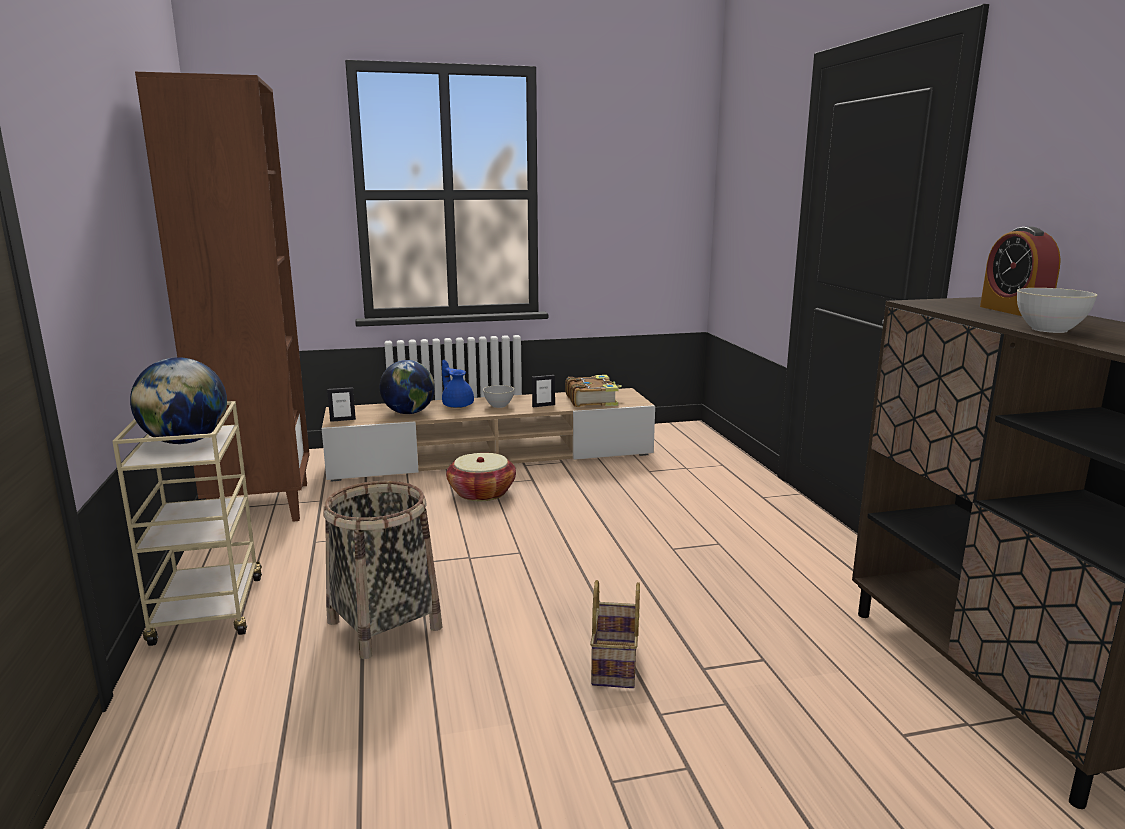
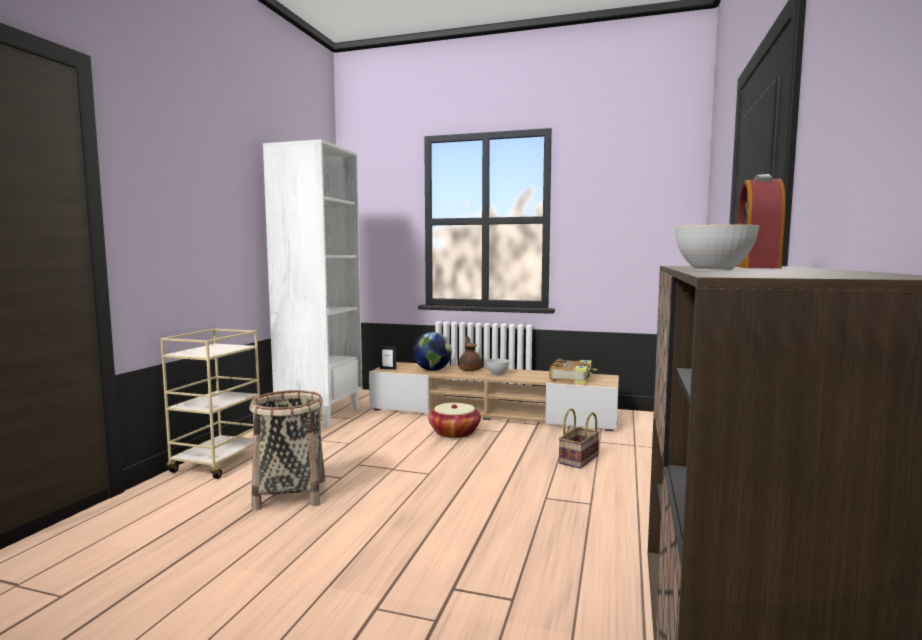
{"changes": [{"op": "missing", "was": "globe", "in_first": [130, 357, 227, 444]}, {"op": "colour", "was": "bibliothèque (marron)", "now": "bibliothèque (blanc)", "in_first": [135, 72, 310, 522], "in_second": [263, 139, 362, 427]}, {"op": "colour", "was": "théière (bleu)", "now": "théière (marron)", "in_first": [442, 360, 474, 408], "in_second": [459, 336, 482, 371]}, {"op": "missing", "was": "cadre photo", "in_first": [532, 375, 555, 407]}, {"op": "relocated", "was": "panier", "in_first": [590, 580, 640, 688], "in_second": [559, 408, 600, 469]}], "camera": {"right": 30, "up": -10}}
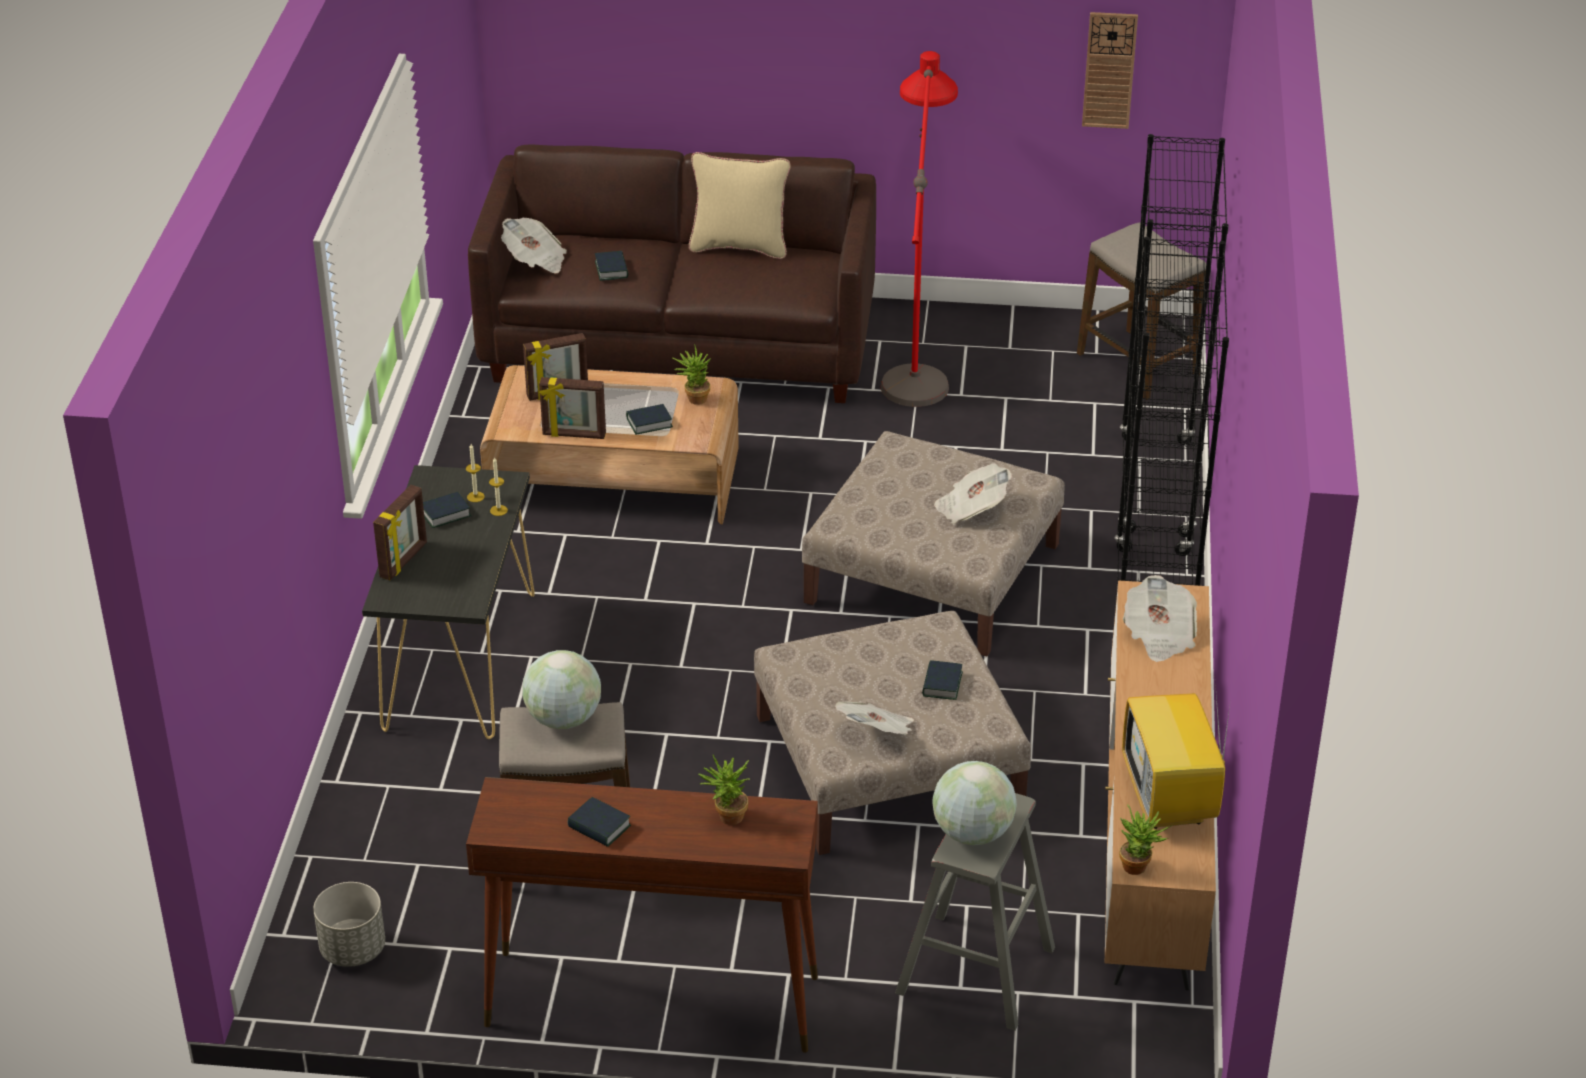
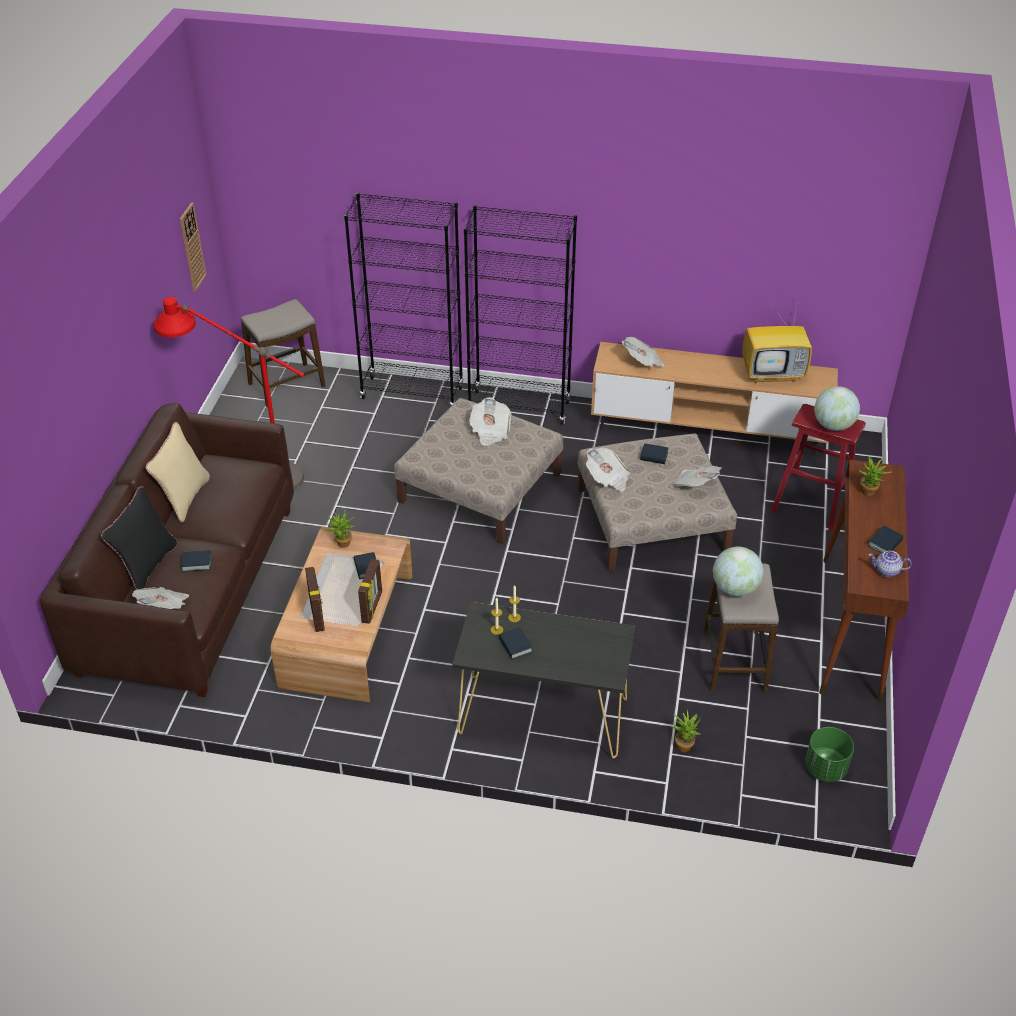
{"changes": [{"op": "colour", "was": "cache-pot (gris)", "now": "cache-pot (vert)", "in_first": [313, 882, 385, 967], "in_second": [805, 727, 854, 782]}, {"op": "missing", "was": "cadre photo", "in_first": [373, 485, 427, 580]}, {"op": "colour", "was": "tabouret (gris)", "now": "tabouret (rouge)", "in_first": [895, 793, 1055, 1031], "in_second": [771, 404, 866, 532]}, {"op": "relocated", "was": "plante en pot", "in_first": [1119, 804, 1173, 875], "in_second": [671, 710, 701, 752]}, {"op": "appeared", "now": "coussin (noir)", "in_second": [101, 486, 177, 589]}, {"op": "appeared", "now": "journal", "in_second": [586, 448, 630, 492]}, {"op": "appeared", "now": "théière", "in_second": [868, 551, 912, 577]}], "camera": {"right": -85, "up": 5}}
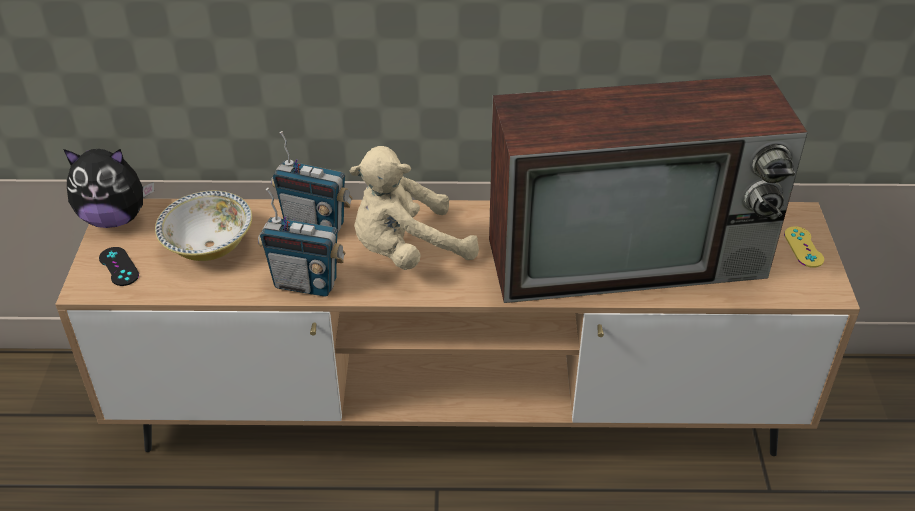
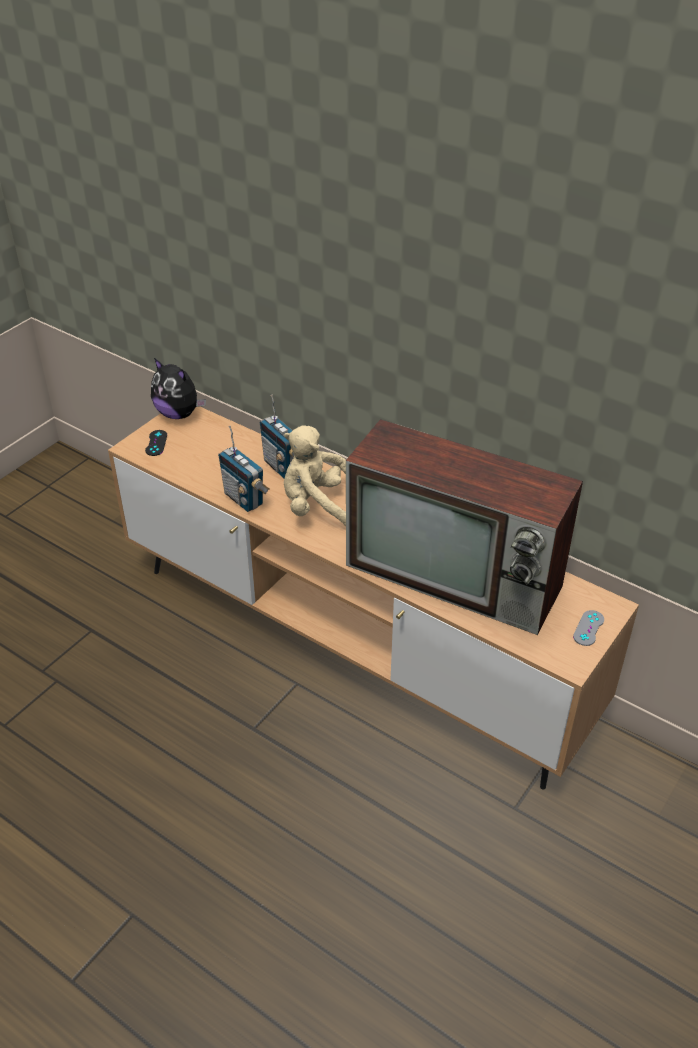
{"changes": [{"op": "missing", "was": "bol", "in_first": [155, 191, 252, 261]}, {"op": "colour", "was": "manette (jaune)", "now": "manette (gris)", "in_first": [784, 226, 824, 268], "in_second": [573, 610, 604, 646]}], "camera": {"right": 35, "up": 0}}
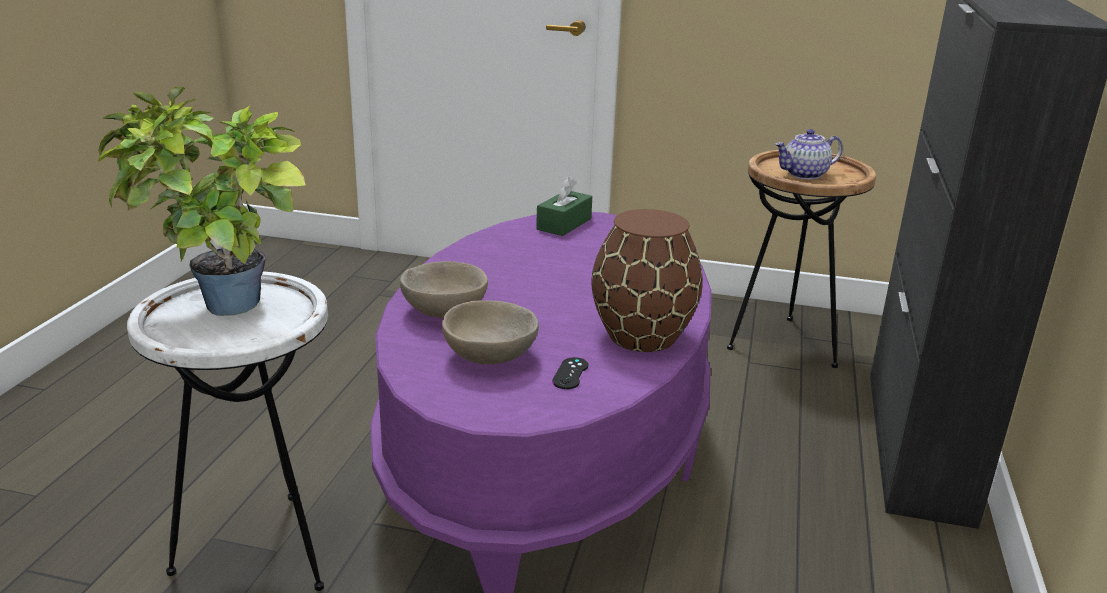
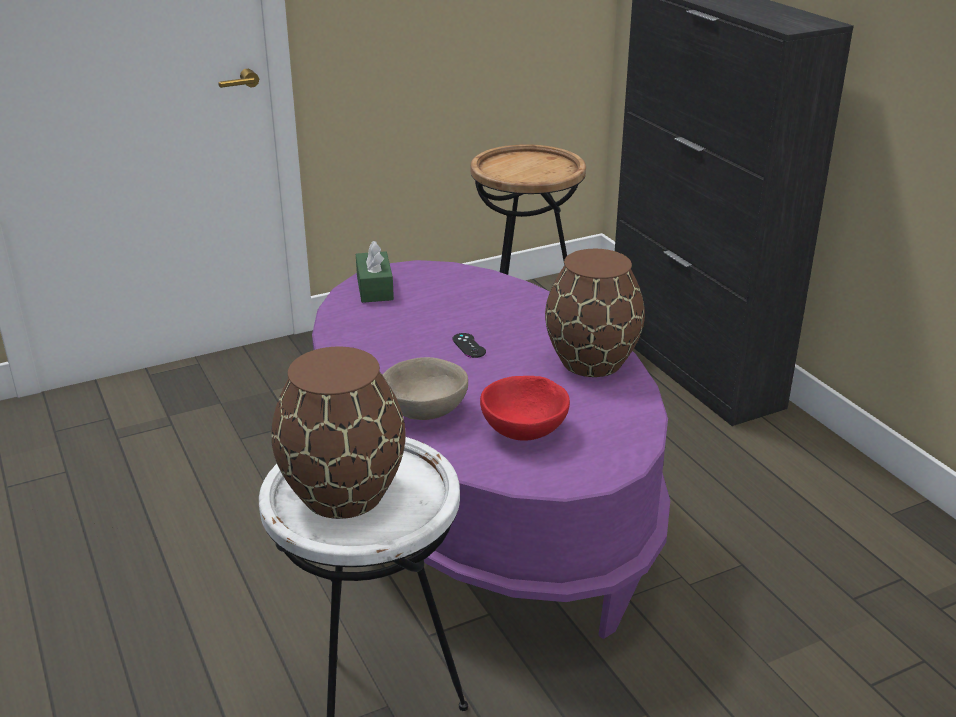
{"changes": [{"op": "exchanged", "was": "plante en pot", "now": "vase (marron)", "in_first": [98, 87, 306, 316], "in_second": [271, 347, 406, 519]}, {"op": "colour", "was": "bol (beige)", "now": "bol (rouge)", "in_first": [442, 300, 539, 364], "in_second": [480, 376, 570, 441]}, {"op": "relocated", "was": "manette (noir)", "in_first": [552, 357, 588, 389], "in_second": [452, 333, 486, 358]}, {"op": "missing", "was": "théière", "in_first": [775, 129, 843, 180]}], "camera": {"right": -40, "up": 5}}
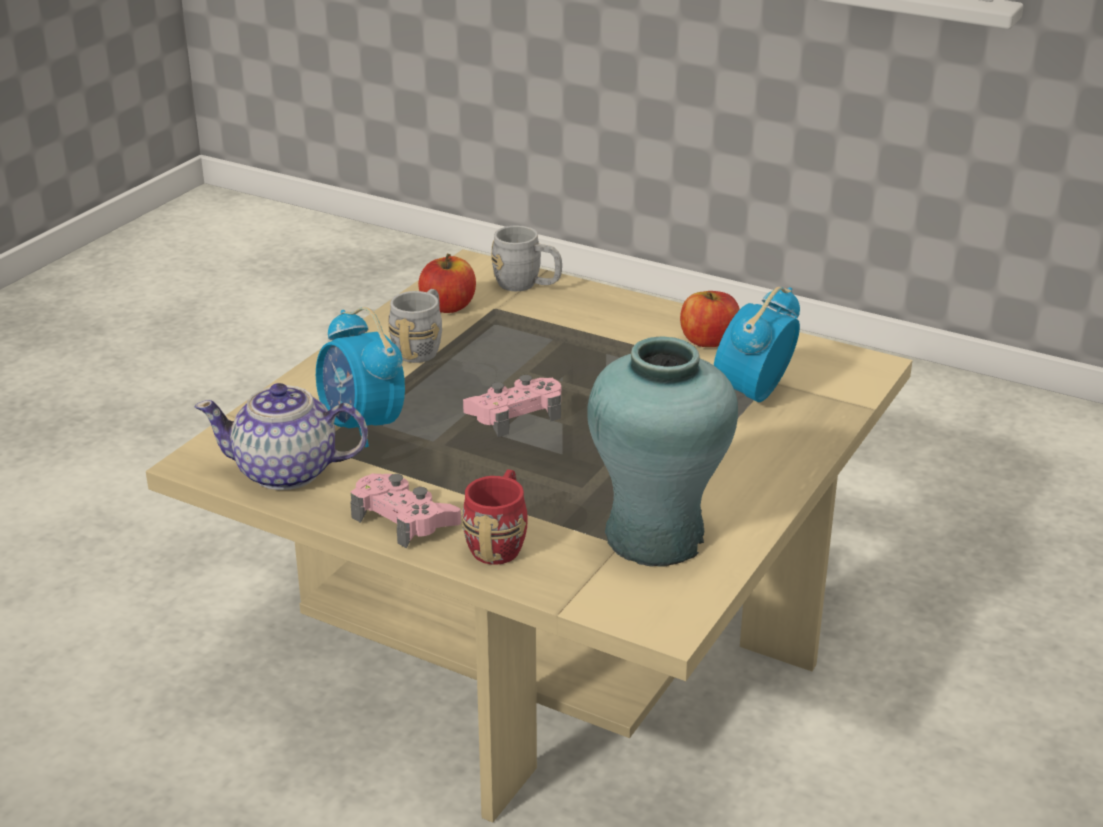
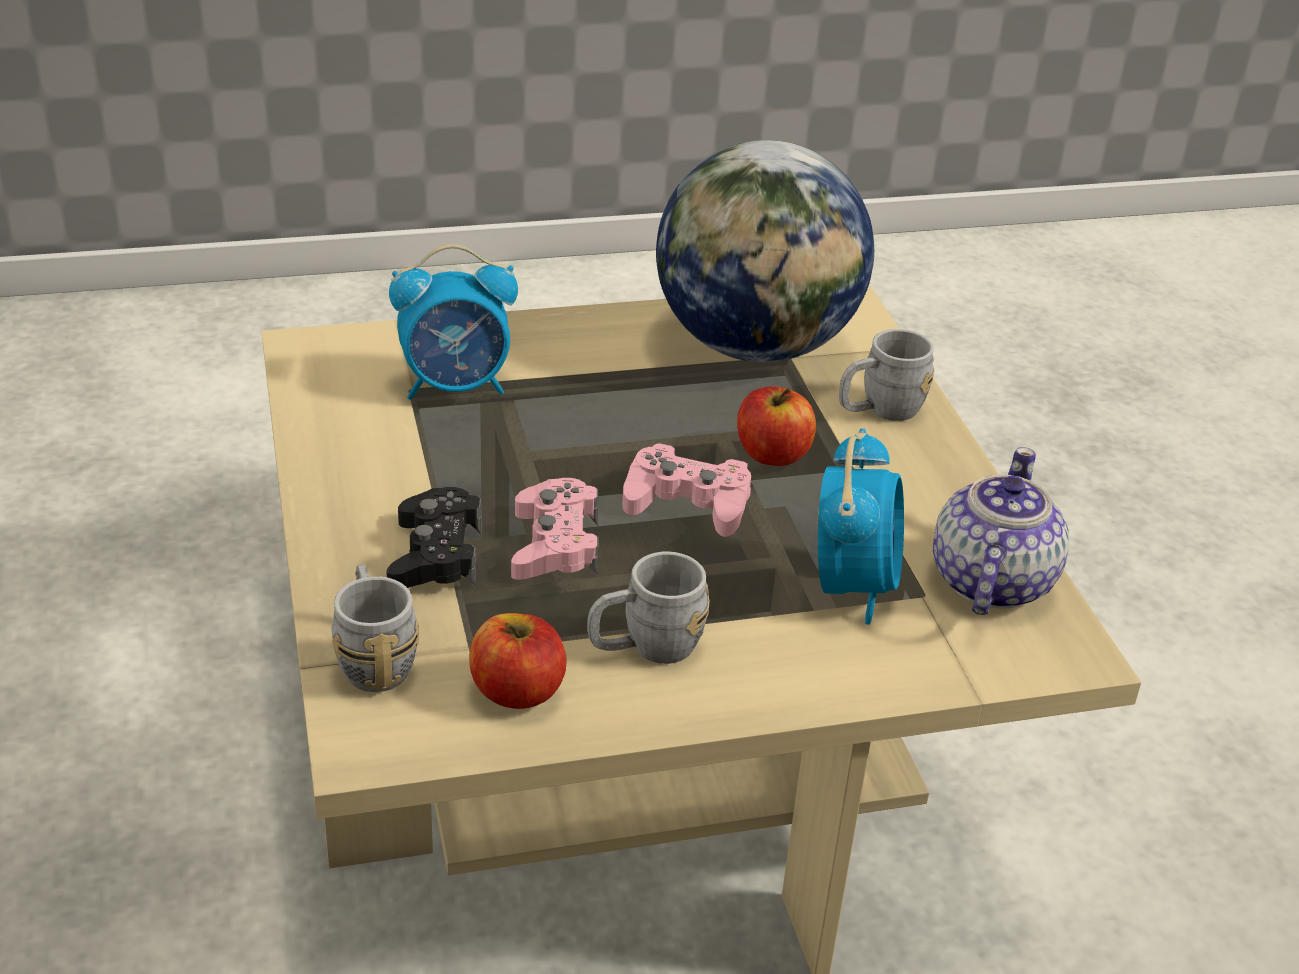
{"changes": [{"op": "spun", "was": "théière", "in_first": [195, 383, 368, 490], "in_second": [933, 447, 1069, 615], "clockwise": -120}, {"op": "relocated", "was": "manette (rose)", "in_first": [351, 473, 461, 548], "in_second": [511, 478, 599, 580]}, {"op": "colour", "was": "mug (rouge)", "now": "mug (gris)", "in_first": [462, 469, 527, 565], "in_second": [839, 329, 934, 421]}, {"op": "exchanged", "was": "vase (turquoise)", "now": "globe", "in_first": [587, 337, 738, 567], "in_second": [656, 140, 874, 362]}, {"op": "relocated", "was": "pomme", "in_first": [680, 291, 740, 347], "in_second": [737, 387, 816, 466]}, {"op": "appeared", "now": "manette (noir)", "in_second": [387, 487, 482, 588]}], "camera": {"right": -135, "up": 5}}
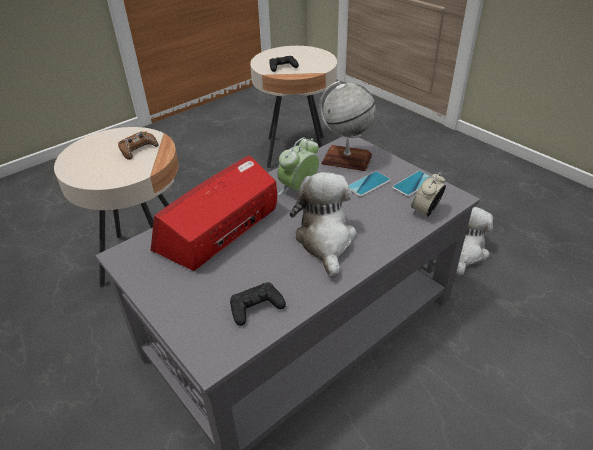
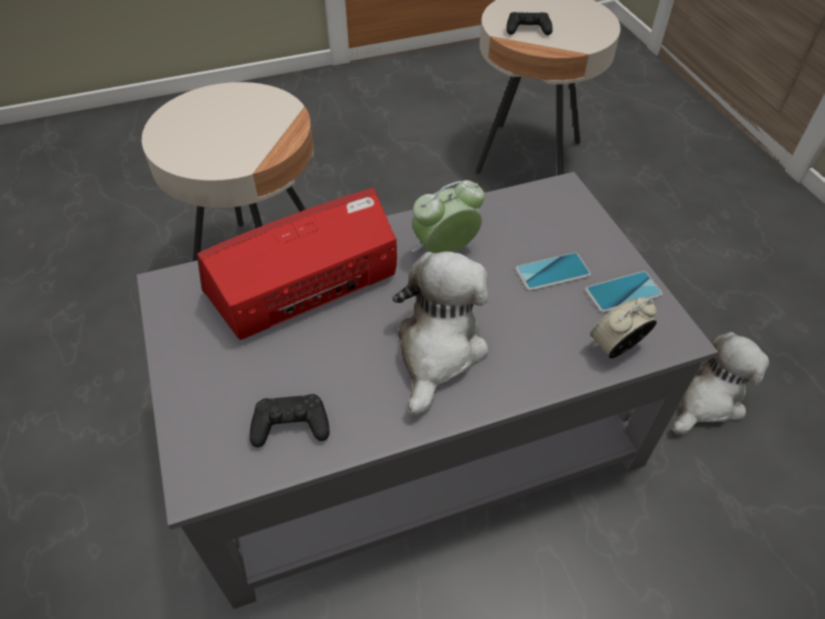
{"changes": [{"op": "missing", "was": "manette (marron)", "in_first": [118, 131, 158, 160]}, {"op": "missing", "was": "globe", "in_first": [319, 81, 376, 171]}], "camera": {"right": 20, "up": 10}}
